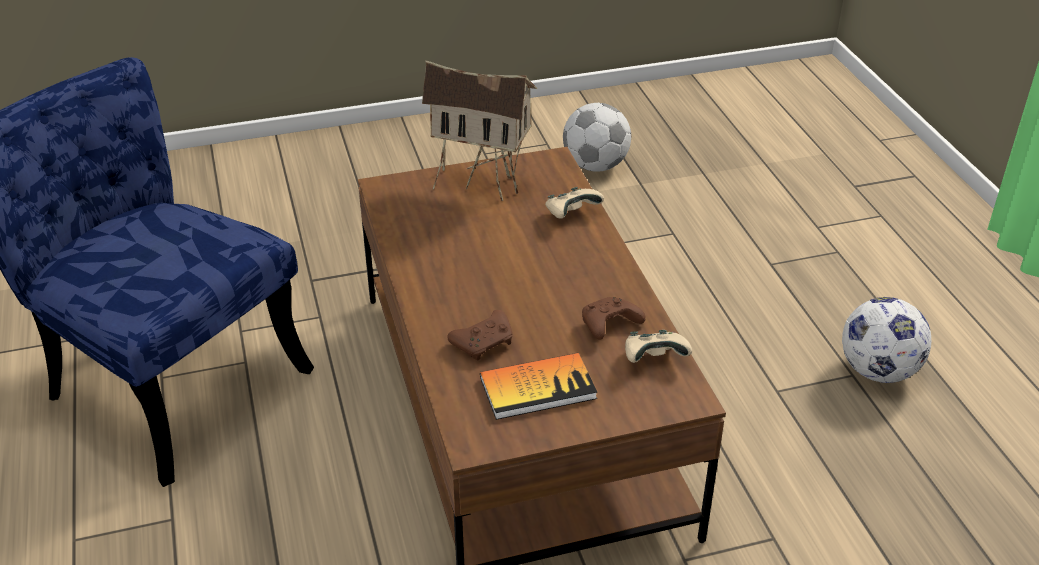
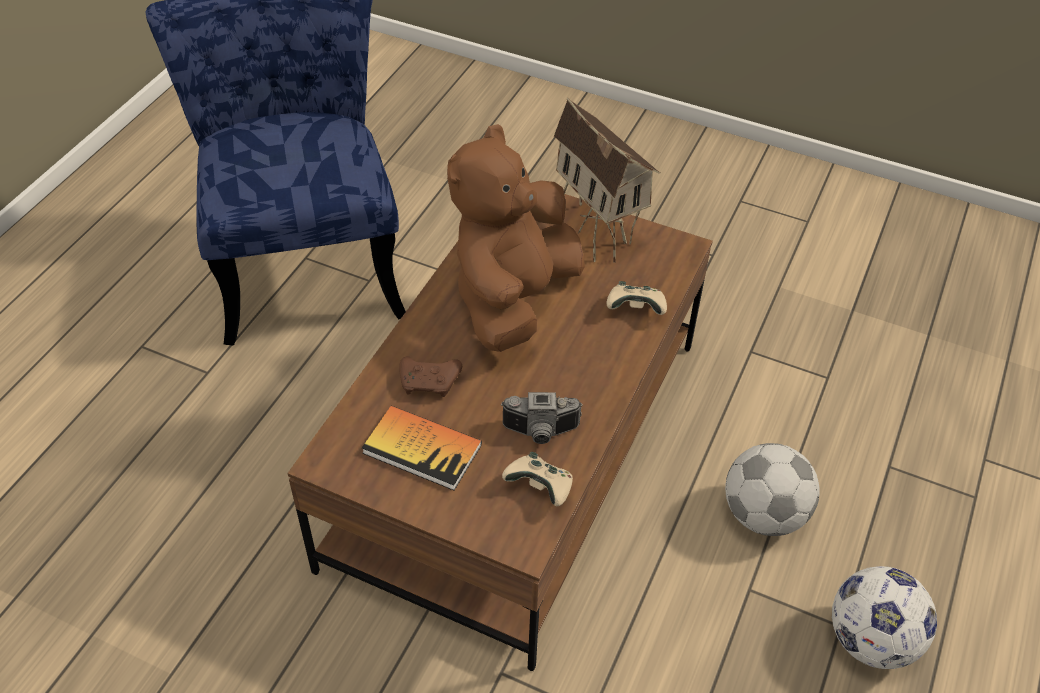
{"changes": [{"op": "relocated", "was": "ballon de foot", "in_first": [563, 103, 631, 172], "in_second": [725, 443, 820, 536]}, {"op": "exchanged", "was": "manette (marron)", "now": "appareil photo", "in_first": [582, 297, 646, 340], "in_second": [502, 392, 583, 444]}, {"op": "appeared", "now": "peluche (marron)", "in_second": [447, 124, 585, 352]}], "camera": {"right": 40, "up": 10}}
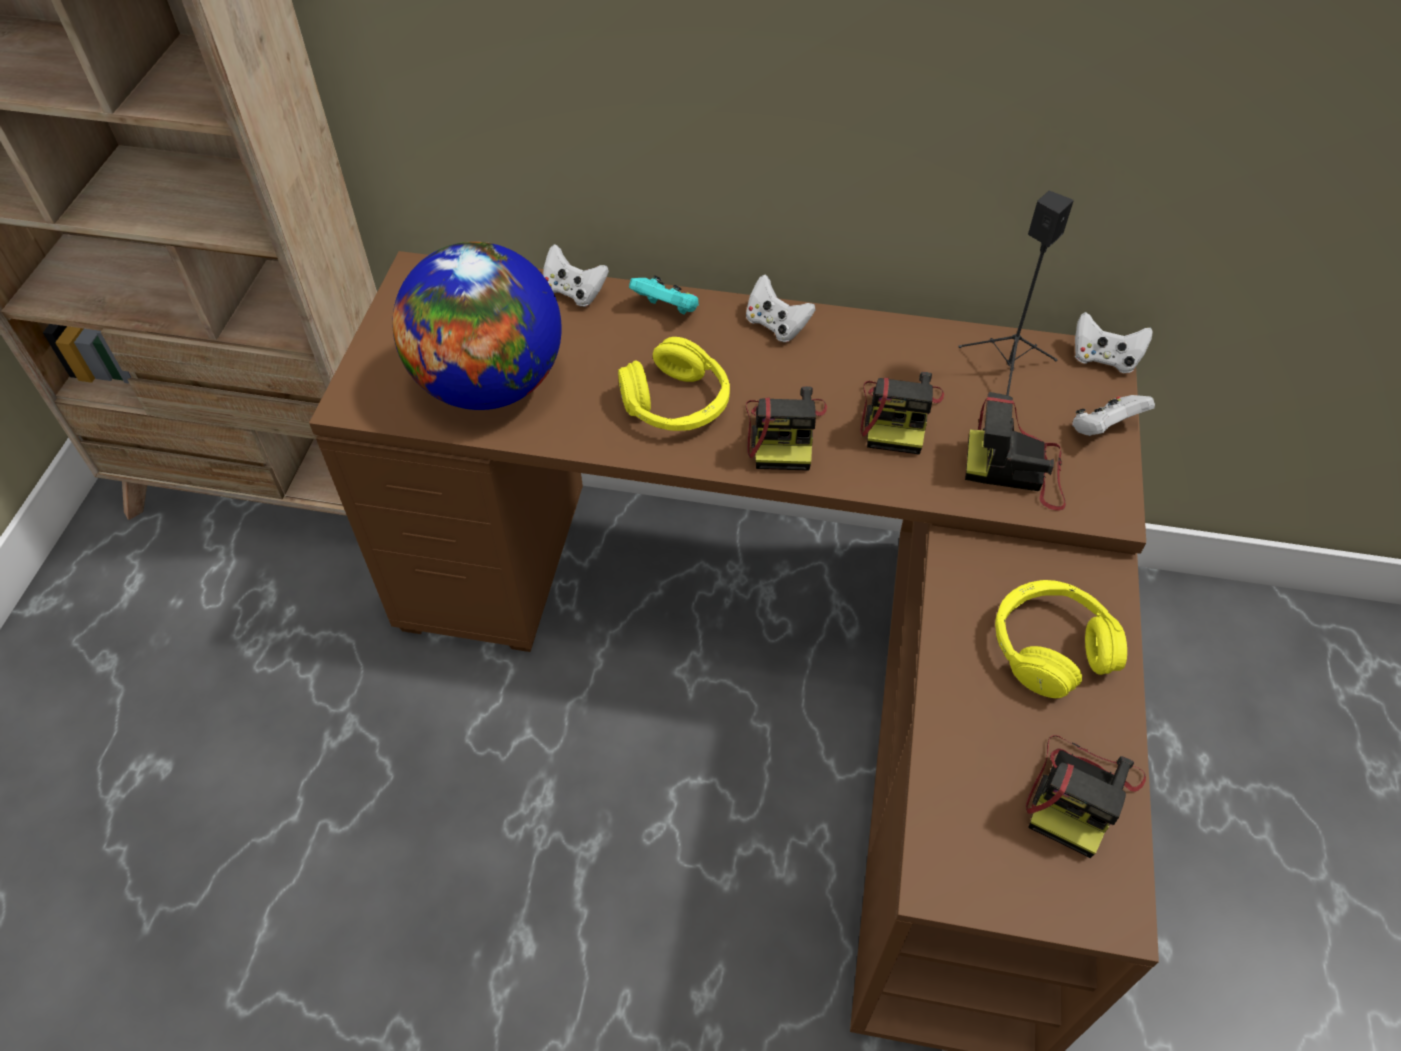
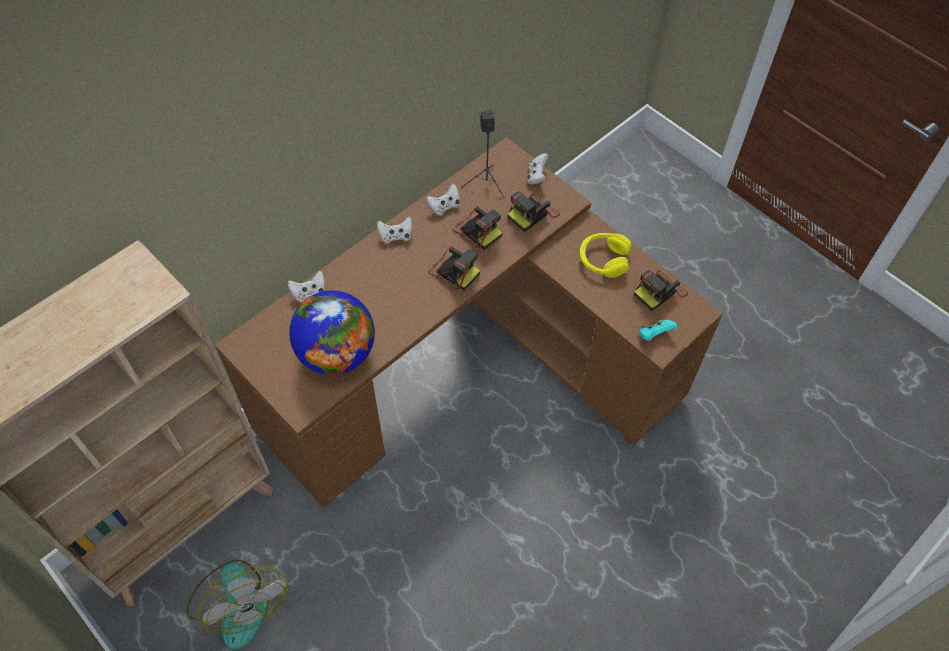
{"changes": [{"op": "missing", "was": "casque audio (jaune)", "in_first": [618, 337, 730, 431]}, {"op": "relocated", "was": "manette (turquoise)", "in_first": [629, 275, 699, 315], "in_second": [639, 319, 677, 341]}, {"op": "spun", "was": "appareil photo", "in_first": [1026, 735, 1146, 858], "in_second": [634, 270, 688, 311], "clockwise": 75}, {"op": "relocated", "was": "manette (blanc)", "in_first": [1075, 312, 1153, 373], "in_second": [426, 184, 460, 216]}, {"op": "appeared", "now": "ventilateur", "in_second": [186, 560, 287, 650]}], "camera": {"right": -55, "up": 5}}
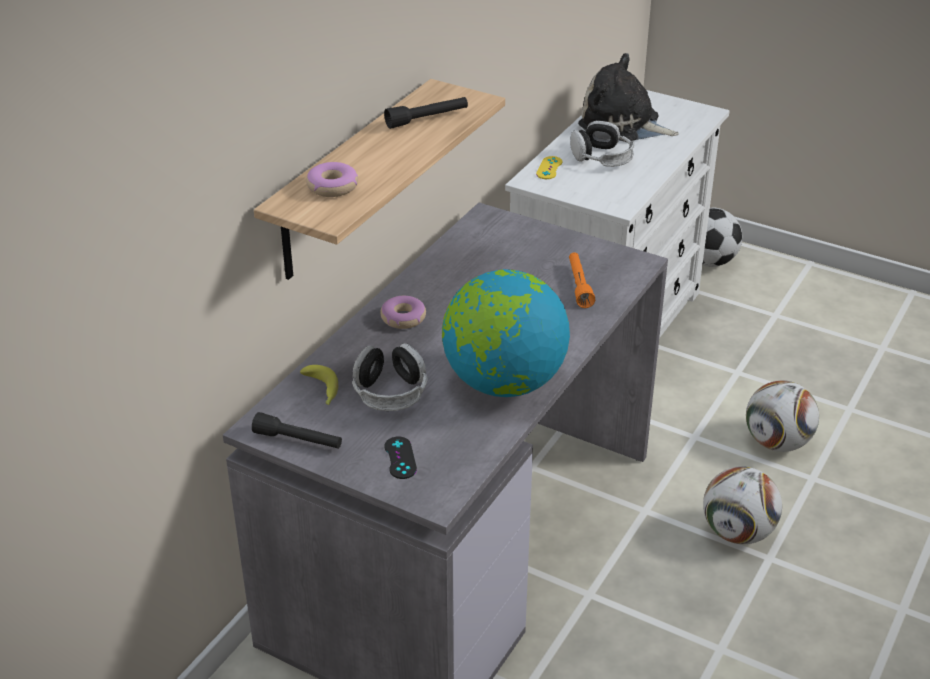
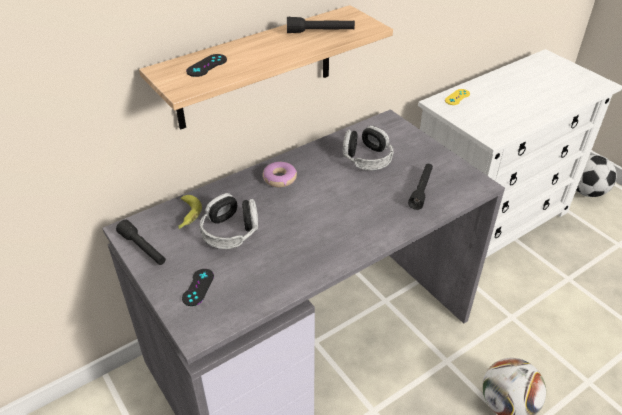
{"changes": [{"op": "exchanged", "was": "beignet", "now": "manette (noir)", "in_first": [306, 162, 358, 197], "in_second": [186, 54, 227, 77]}, {"op": "missing", "was": "globe", "in_first": [442, 269, 570, 397]}, {"op": "colour", "was": "lampe de poche (orange)", "now": "lampe de poche (noir)", "in_first": [569, 252, 595, 308], "in_second": [408, 164, 433, 210]}, {"op": "relocated", "was": "casque audio", "in_first": [570, 121, 634, 167], "in_second": [343, 126, 394, 170]}, {"op": "missing", "was": "peluche", "in_first": [578, 53, 679, 142]}, {"op": "missing", "was": "ballon de foot", "in_first": [746, 380, 819, 452]}], "camera": {"right": 25, "up": 5}}
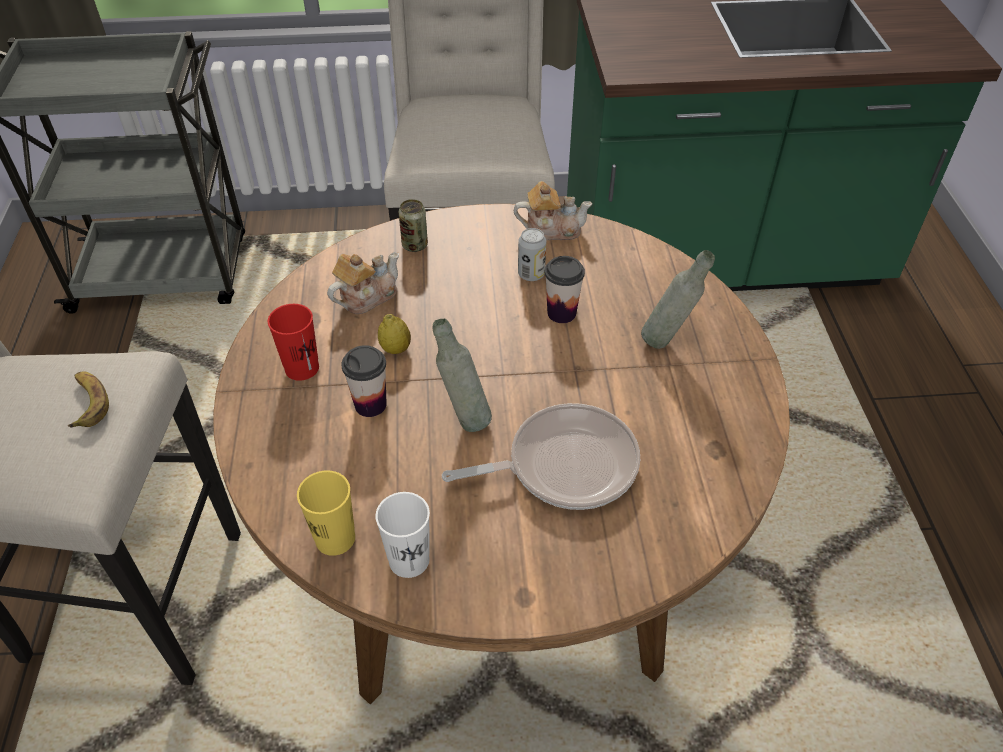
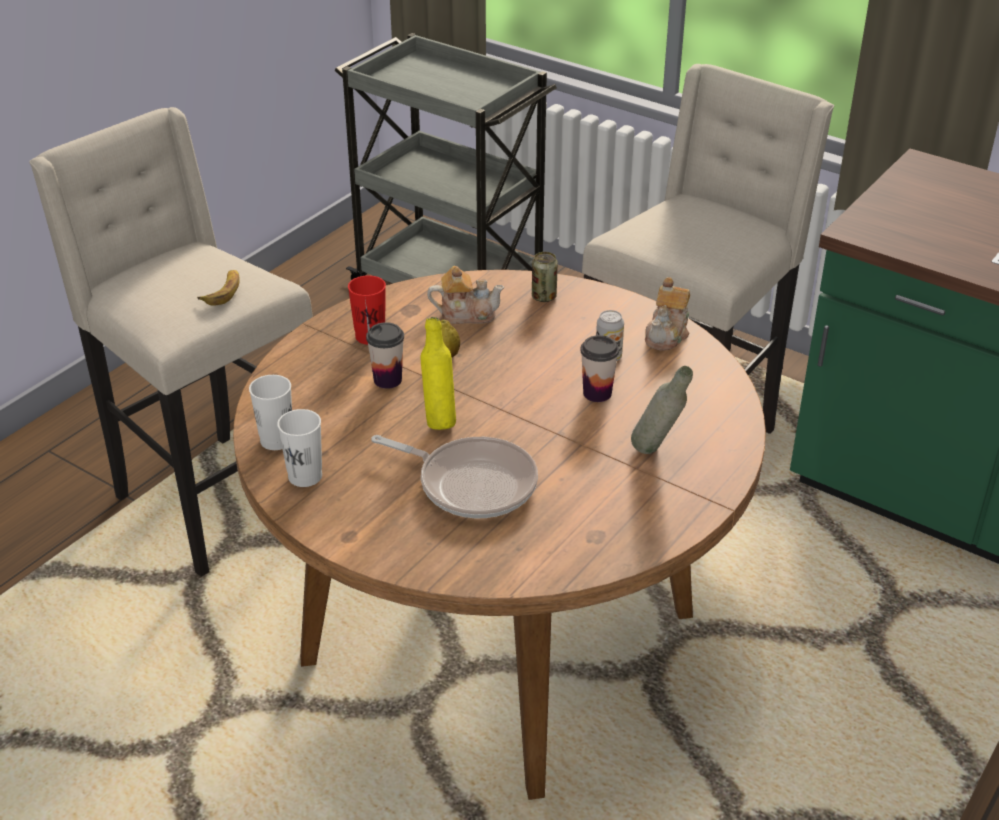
{"changes": [{"op": "colour", "was": "tasse (jaune)", "now": "tasse (blanc)", "in_first": [297, 470, 355, 556], "in_second": [249, 375, 292, 450]}, {"op": "colour", "was": "bouteille (gris)", "now": "bouteille (jaune)", "in_first": [433, 319, 492, 432], "in_second": [420, 317, 456, 430]}, {"op": "spun", "was": "théière", "in_first": [514, 181, 592, 240], "in_second": [645, 277, 690, 351], "clockwise": 75}], "camera": {"right": 40, "up": -10}}
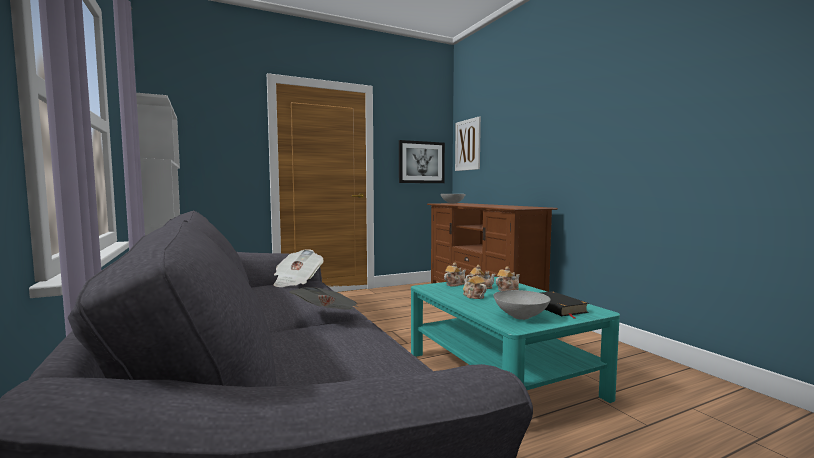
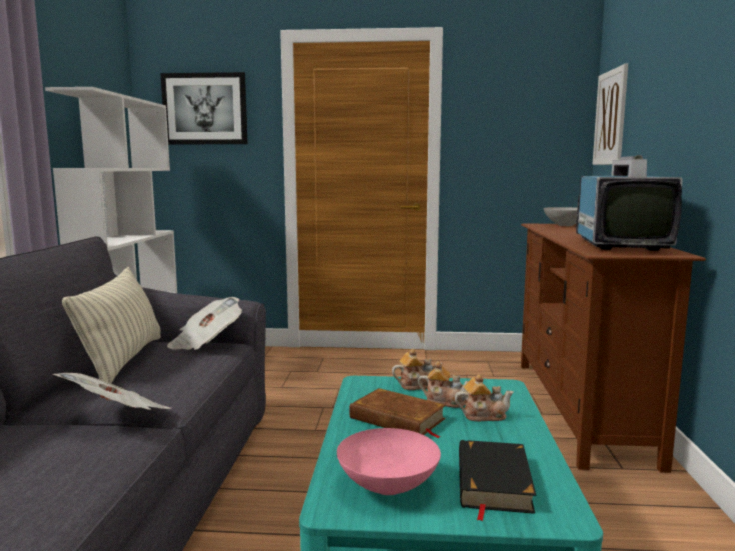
{"changes": [{"op": "relocated", "was": "tableau", "in_first": [399, 140, 445, 183], "in_second": [160, 72, 248, 144]}, {"op": "exchanged", "was": "théière", "now": "livre (marron)", "in_first": [463, 271, 487, 299], "in_second": [349, 388, 446, 438]}, {"op": "colour", "was": "bol (gris)", "now": "bol (rose)", "in_first": [494, 290, 551, 320], "in_second": [337, 428, 441, 495]}, {"op": "appeared", "now": "coussin", "in_second": [62, 267, 161, 384]}, {"op": "appeared", "now": "téléviseur", "in_second": [576, 155, 683, 251]}], "camera": {"right": 30, "up": 5}}
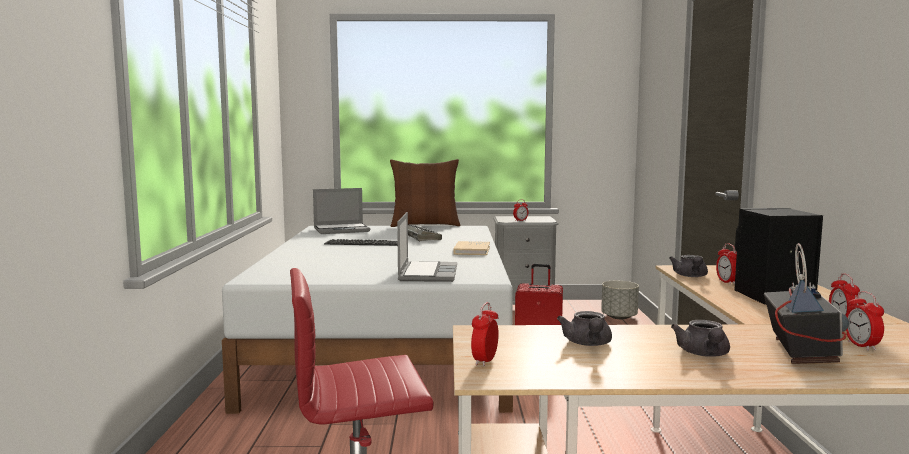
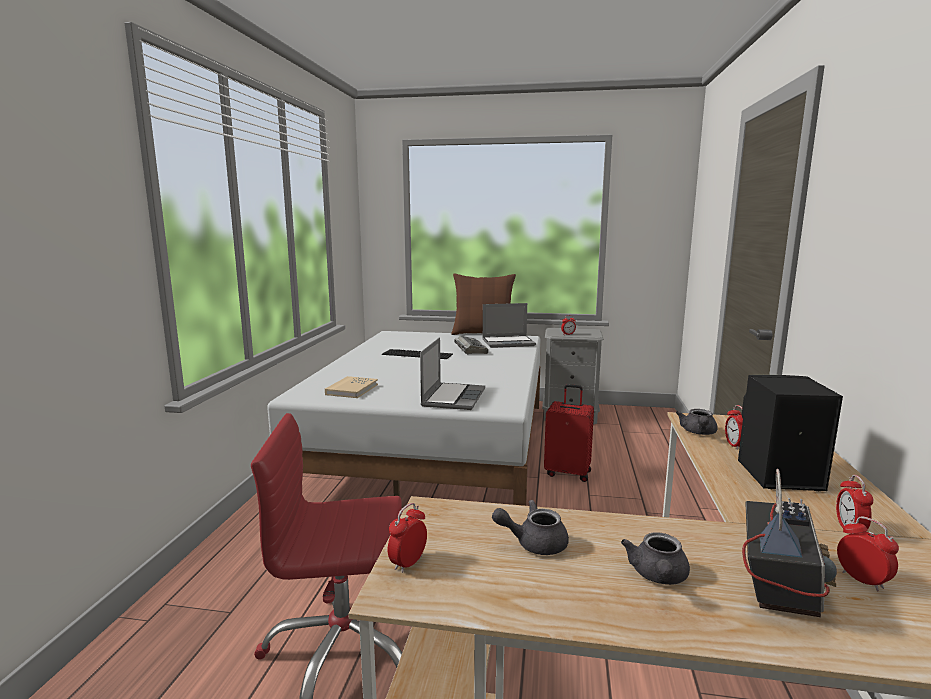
{"changes": [{"op": "relocated", "was": "ordinateur portable", "in_first": [313, 188, 370, 234], "in_second": [482, 303, 536, 348]}, {"op": "relocated", "was": "livre (beige)", "in_first": [453, 241, 490, 255], "in_second": [325, 376, 378, 398]}, {"op": "spun", "was": "théière (gris)", "in_first": [557, 311, 612, 346], "in_second": [492, 500, 569, 555], "clockwise": 75}, {"op": "missing", "was": "cache-pot (gris)", "in_first": [601, 281, 639, 319]}, {"op": "spun", "was": "réveil", "in_first": [845, 291, 884, 351], "in_second": [837, 516, 899, 591], "clockwise": 150}], "camera": {"right": 10, "up": 5}}
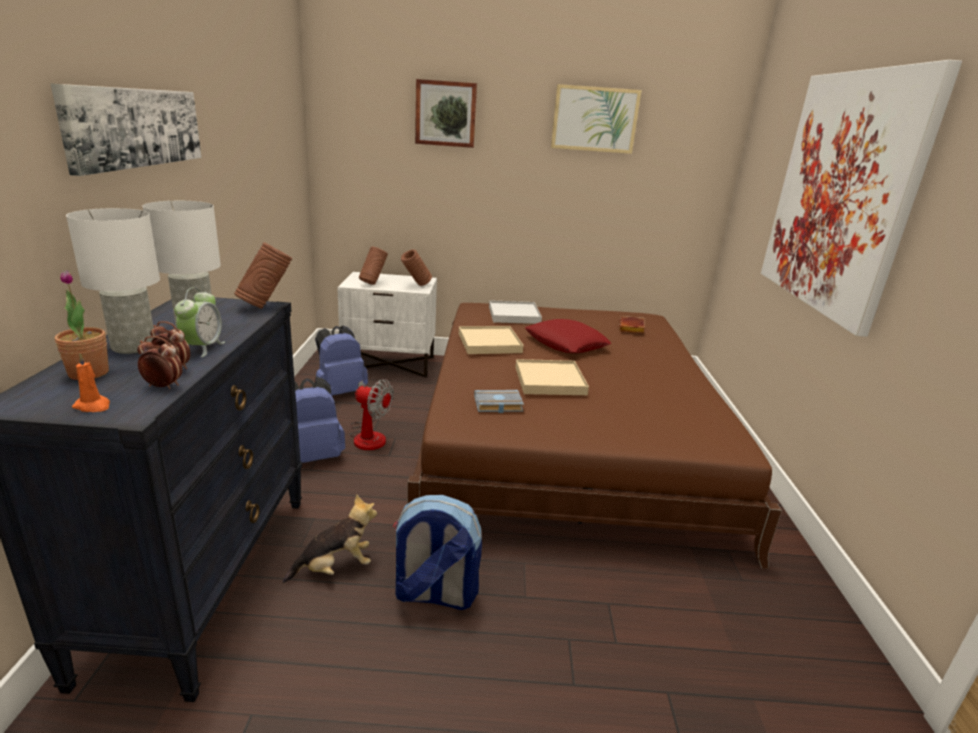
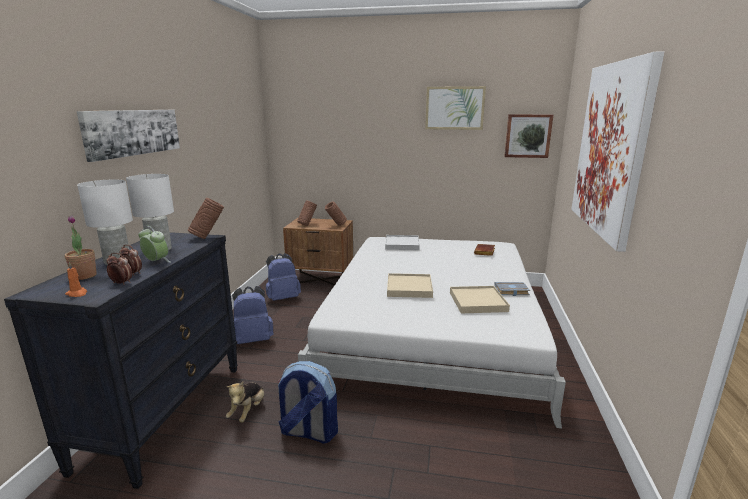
{"changes": [{"op": "spun", "was": "réveil", "in_first": [174, 287, 225, 357], "in_second": [138, 226, 171, 263], "clockwise": -75}, {"op": "spun", "was": "peluche", "in_first": [282, 494, 377, 583], "in_second": [226, 381, 264, 423], "clockwise": 120}, {"op": "colour", "was": "table de chevet (blanc)", "now": "table de chevet (marron)", "in_first": [338, 272, 437, 377], "in_second": [283, 218, 353, 286]}, {"op": "missing", "was": "ventilateur", "in_first": [349, 379, 394, 450]}, {"op": "colour", "was": "lit (marron)", "now": "lit (blanc)", "in_first": [407, 303, 782, 569], "in_second": [298, 237, 566, 429]}, {"op": "relocated", "was": "tableau", "in_first": [415, 79, 477, 148], "in_second": [504, 114, 554, 158]}, {"op": "relocated", "was": "plateau (beige)", "in_first": [459, 326, 523, 354], "in_second": [450, 286, 510, 313]}, {"op": "relocated", "was": "livre (gris)", "in_first": [474, 390, 524, 413], "in_second": [494, 282, 530, 296]}, {"op": "missing", "was": "coussin (rouge)", "in_first": [525, 319, 611, 353]}], "camera": {"right": 10, "up": -5}}
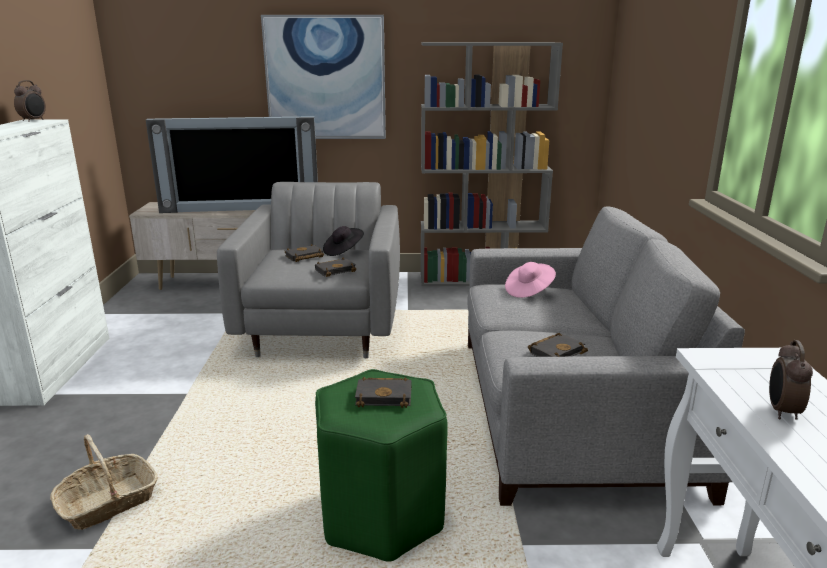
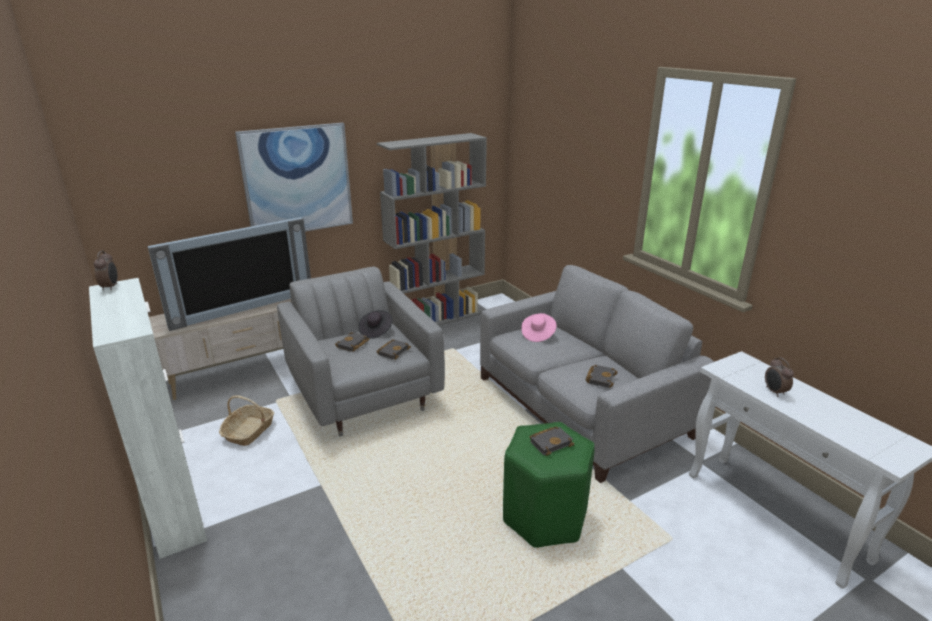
{"changes": [{"op": "relocated", "was": "panier", "in_first": [50, 434, 157, 530], "in_second": [219, 395, 274, 446]}], "camera": {"right": -30, "up": 5}}
